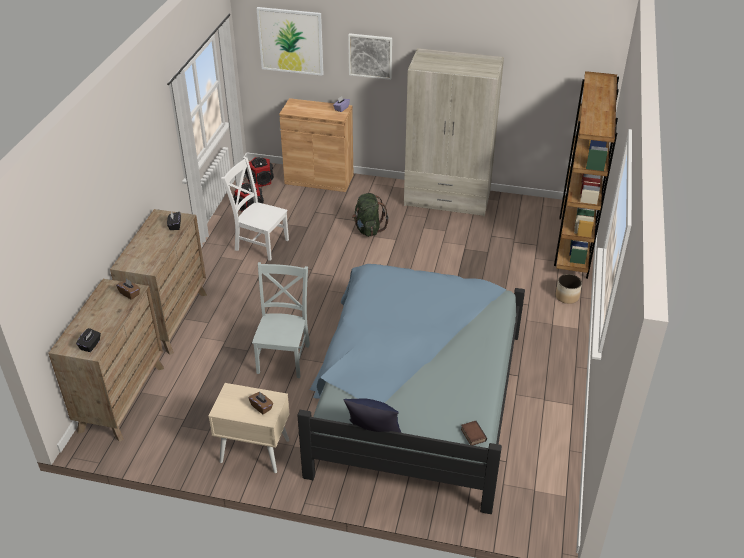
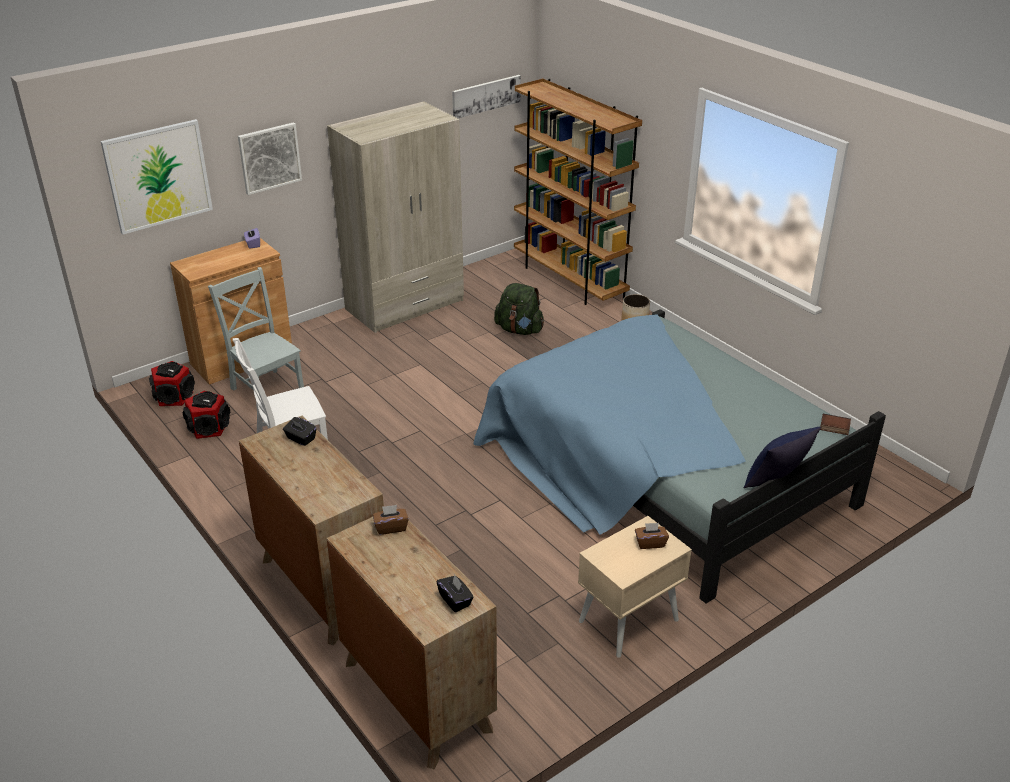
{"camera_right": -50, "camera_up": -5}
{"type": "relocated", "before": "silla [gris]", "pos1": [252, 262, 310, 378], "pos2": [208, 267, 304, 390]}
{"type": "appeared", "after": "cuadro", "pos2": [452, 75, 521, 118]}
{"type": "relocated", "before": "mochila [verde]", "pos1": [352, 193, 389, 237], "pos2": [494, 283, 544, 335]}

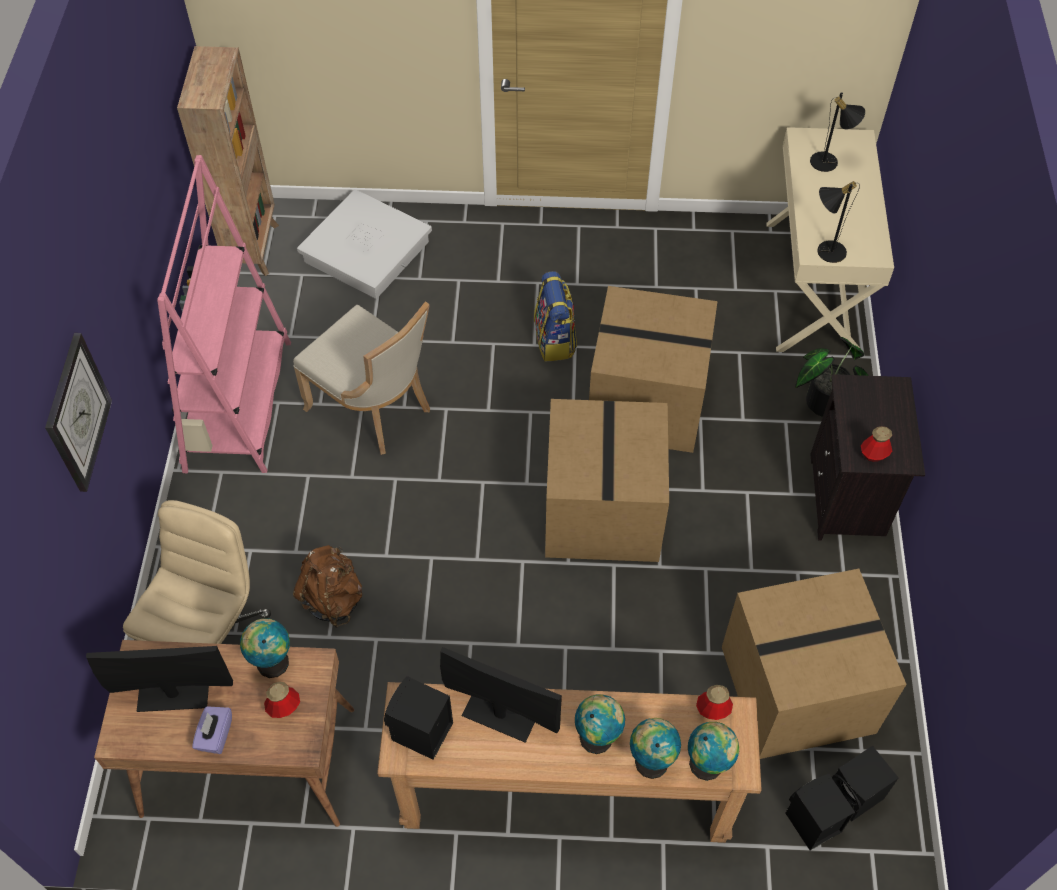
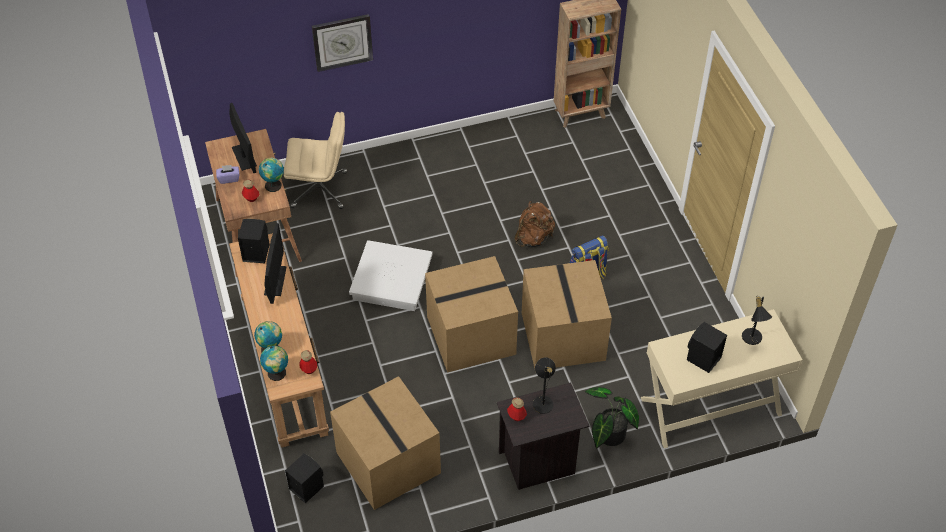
{"camera_right": 70, "camera_up": -5}
{"type": "relocated", "before": "caja de almacenaje [blanco]", "pos1": [297, 189, 432, 299], "pos2": [349, 240, 432, 311]}
{"type": "relocated", "before": "mochila [marrón]", "pos1": [293, 545, 362, 628], "pos2": [514, 201, 555, 247]}
{"type": "relocated", "before": "lámpara de mesa [negro]", "pos1": [817, 181, 860, 263], "pos2": [533, 357, 556, 414]}
{"type": "relocated", "before": "altavoz [negro]", "pos1": [832, 746, 899, 822], "pos2": [687, 322, 727, 373]}
{"type": "missing", "before": "estantería [rosa]", "pos1": [157, 155, 291, 474]}
{"type": "missing", "before": "silla [beis]", "pos1": [293, 301, 430, 455]}
{"type": "missing", "before": "globo terráqueo", "pos1": [575, 695, 625, 754]}

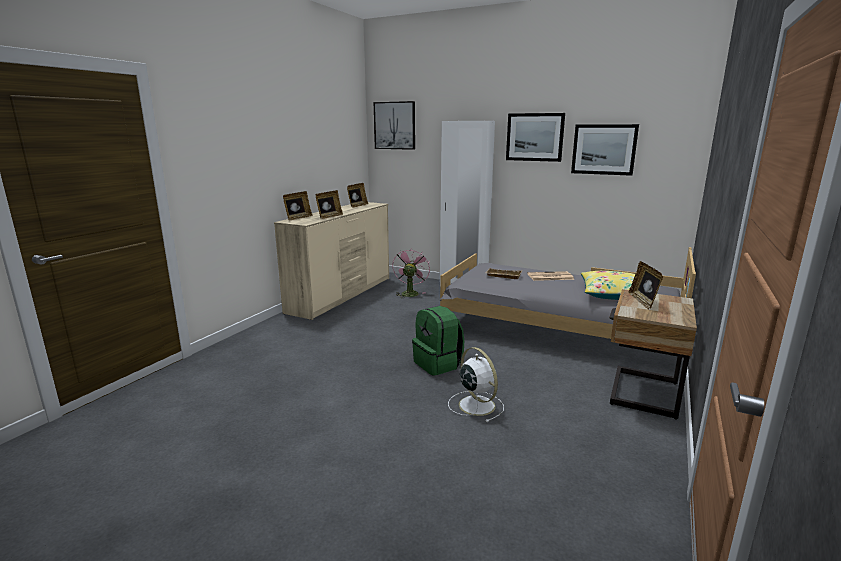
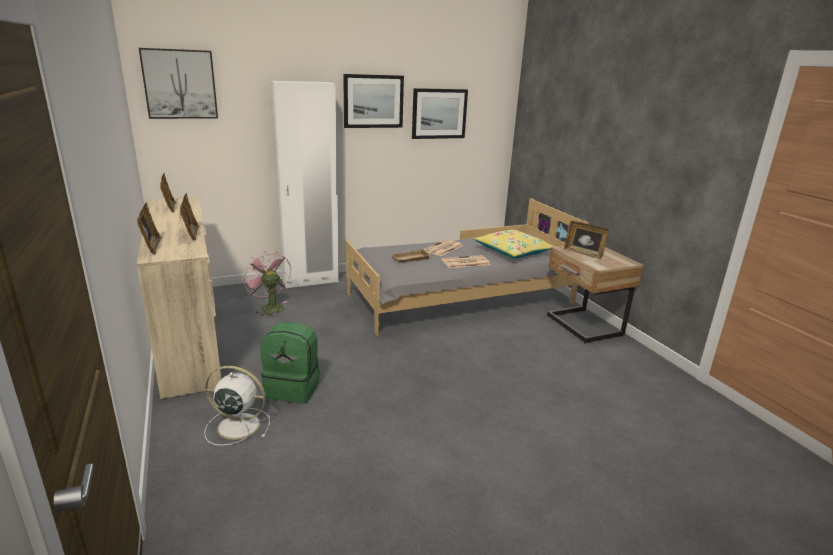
{"camera_right": -50, "camera_up": 5}
{"type": "relocated", "before": "ventilador [blanco]", "pos1": [448, 347, 504, 422], "pos2": [204, 366, 270, 446]}
{"type": "relocated", "before": "mochila [verde]", "pos1": [412, 306, 464, 376], "pos2": [260, 322, 320, 403]}
{"type": "appeared", "after": "periódico", "pos2": [441, 255, 490, 268]}

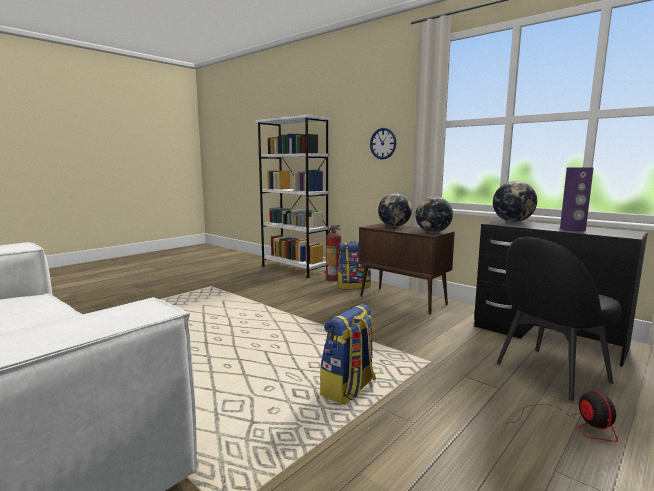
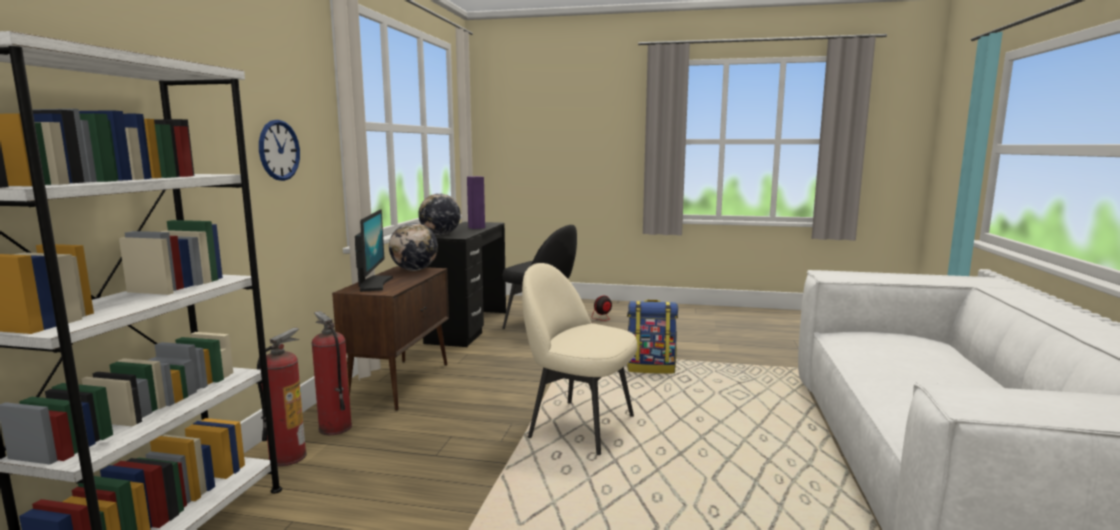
{"camera_right": -120, "camera_up": 0}
{"type": "exchanged", "before": "mochila", "after": "extintor", "pos1": [337, 241, 371, 289], "pos2": [311, 311, 352, 435]}
{"type": "exchanged", "before": "globo terráqueo", "after": "monitor", "pos1": [378, 193, 412, 227], "pos2": [355, 209, 393, 292]}
{"type": "appeared", "after": "silla [beis]", "pos2": [522, 263, 637, 455]}

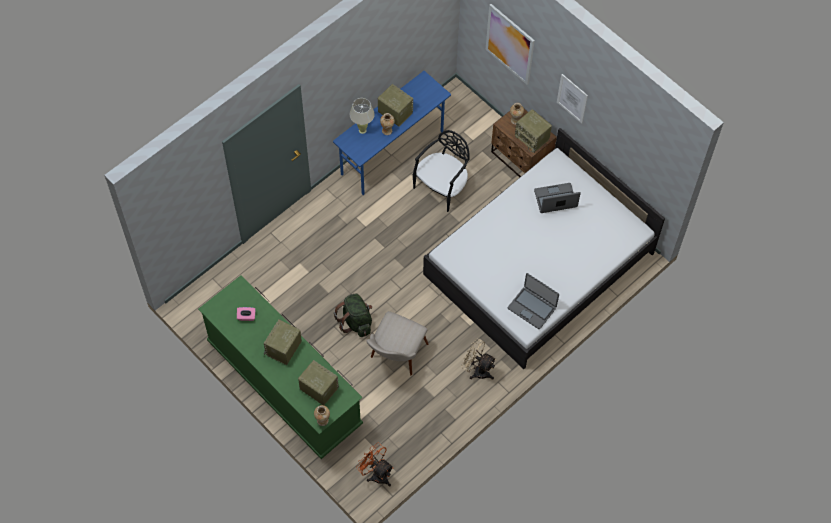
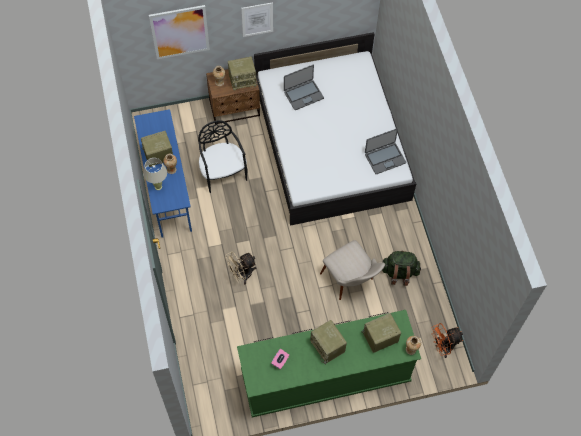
{"camera_right": -60, "camera_up": 0}
{"type": "relocated", "before": "ventilador [beis]", "pos1": [461, 338, 496, 380], "pos2": [225, 252, 257, 284]}
{"type": "spun", "before": "portátil", "pos1": [534, 183, 581, 213], "pos2": [284, 65, 324, 110], "turn": -135}
{"type": "relocated", "before": "mochila [verde]", "pos1": [334, 293, 372, 337], "pos2": [382, 251, 421, 286]}

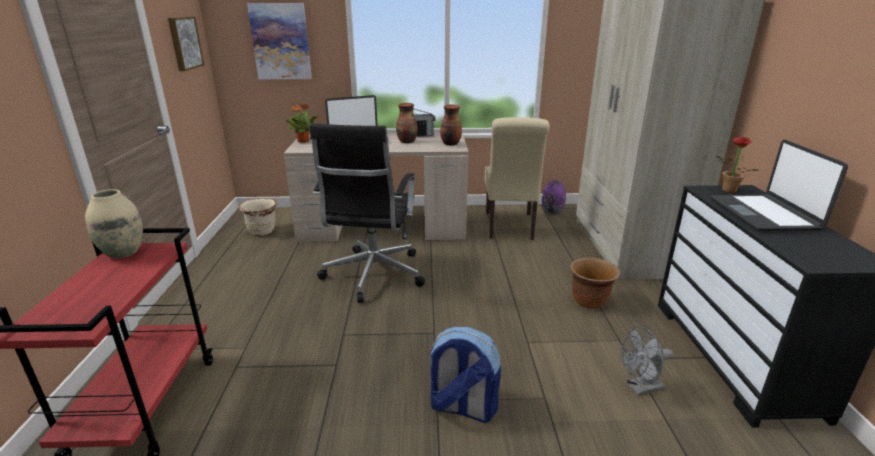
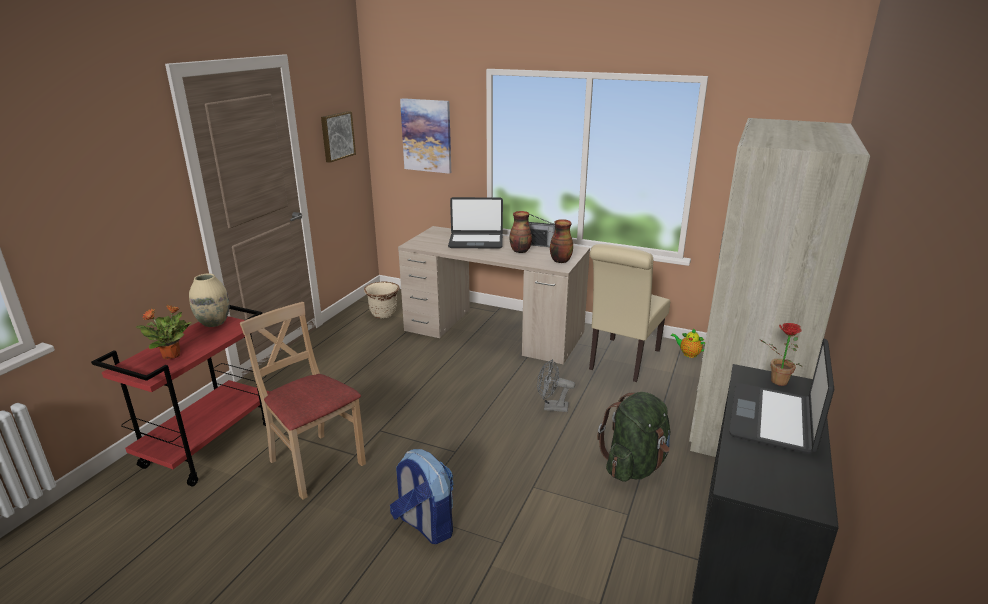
{"camera_right": 25, "camera_up": 0}
{"type": "relocated", "before": "planta en maceta", "pos1": [285, 104, 318, 143], "pos2": [135, 305, 191, 360]}
{"type": "appeared", "after": "silla [beis]", "pos2": [240, 302, 366, 499]}
{"type": "relocated", "before": "ventilador [gris]", "pos1": [621, 327, 673, 396], "pos2": [537, 359, 575, 412]}
{"type": "exchanged", "before": "maceta [marrón]", "after": "mochila [verde]", "pos1": [570, 257, 621, 309], "pos2": [597, 392, 671, 482]}
{"type": "exchanged", "before": "florero [morado]", "after": "tetera", "pos1": [542, 180, 566, 215], "pos2": [671, 328, 705, 358]}
{"type": "missing", "before": "silla de oficina [negro]", "pos1": [310, 123, 425, 303]}

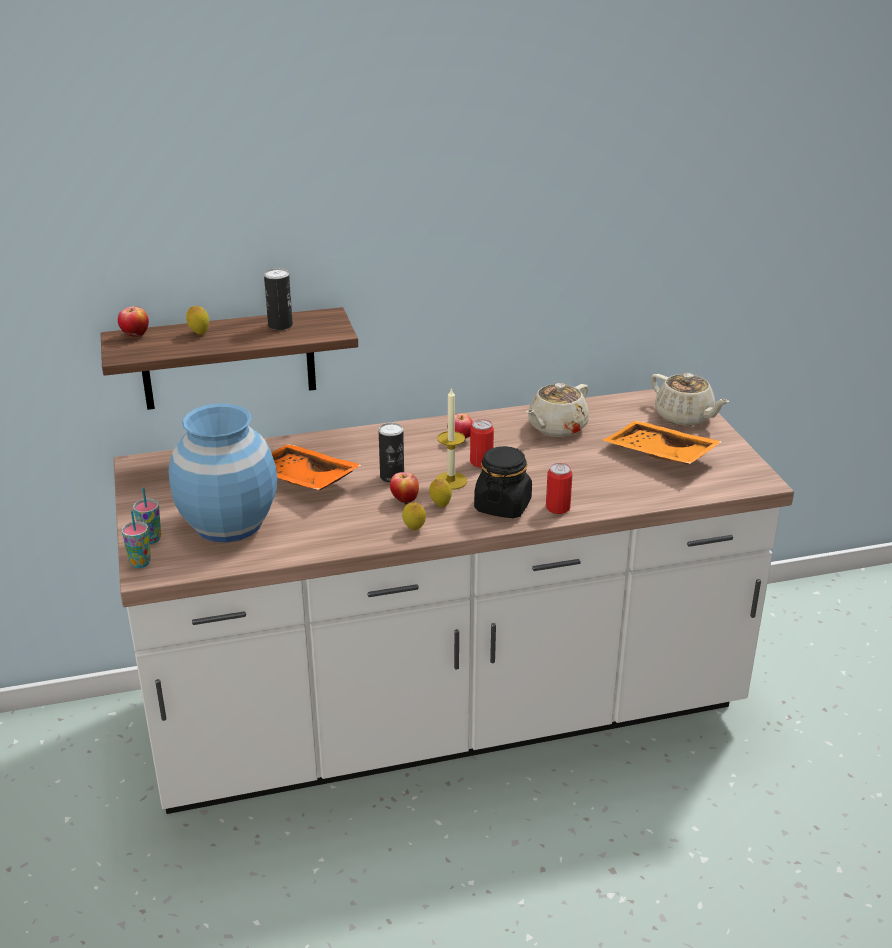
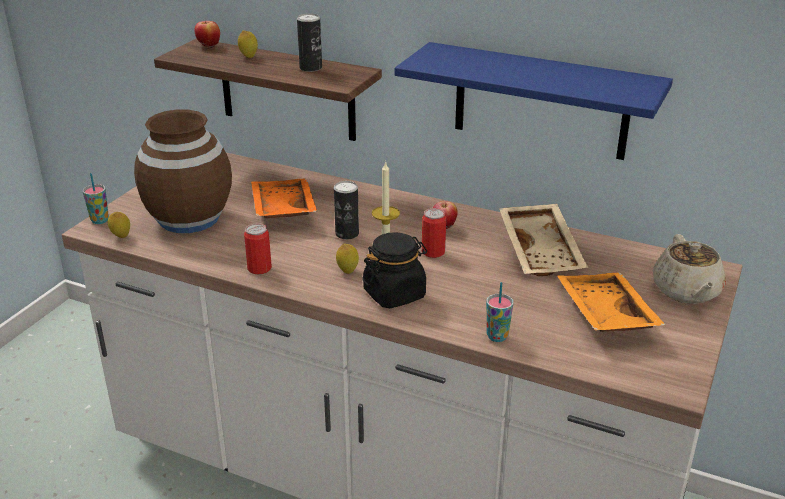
{"camera_right": 40, "camera_up": 0}
{"type": "relocated", "before": "limón", "pos1": [402, 502, 426, 530], "pos2": [108, 212, 130, 238]}
{"type": "colour", "before": "florero [azul]", "after": "florero [marrón]", "pos1": [169, 403, 277, 542], "pos2": [134, 110, 232, 233]}
{"type": "relocated", "before": "lata", "pos1": [546, 463, 573, 514], "pos2": [244, 223, 272, 274]}
{"type": "appeared", "after": "estante [azul]", "pos2": [395, 42, 673, 160]}
{"type": "relocated", "before": "taza", "pos1": [133, 488, 161, 544], "pos2": [486, 282, 514, 342]}
{"type": "exchanged", "before": "tetera [beis]", "after": "bandeja [beis]", "pos1": [526, 383, 589, 437], "pos2": [499, 204, 588, 276]}
{"type": "missing", "before": "manzana", "pos1": [390, 472, 419, 504]}

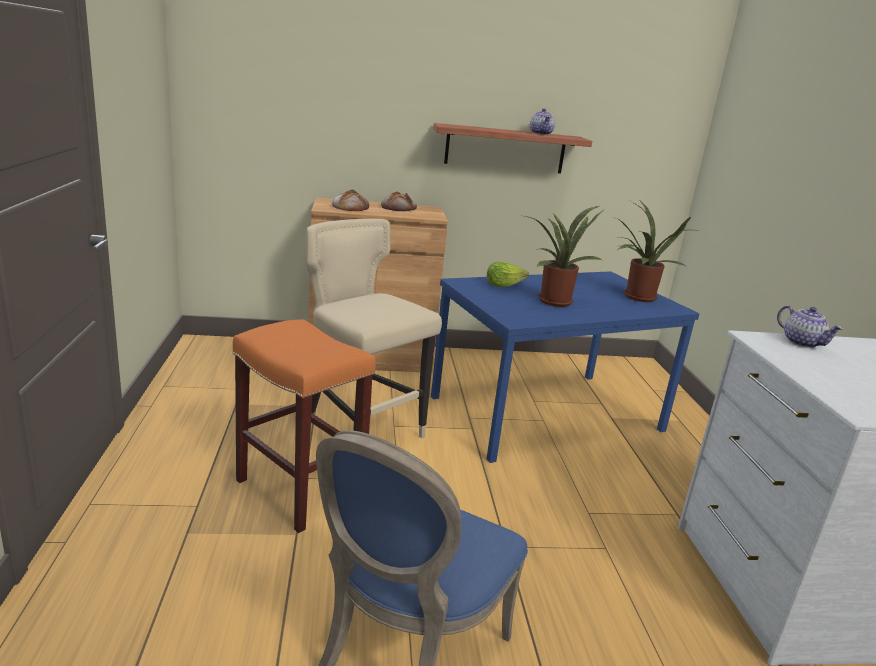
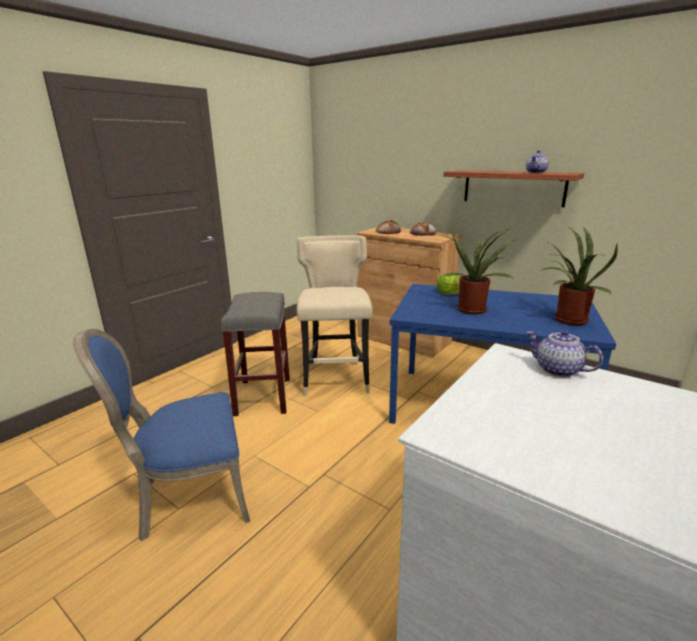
{"camera_right": 45, "camera_up": 0}
{"type": "colour", "before": "taburete [naranja]", "after": "taburete [gris]", "pos1": [233, 319, 376, 533], "pos2": [221, 292, 290, 416]}
{"type": "spun", "before": "tetera", "pos1": [777, 305, 843, 348], "pos2": [526, 330, 603, 377], "turn": 120}

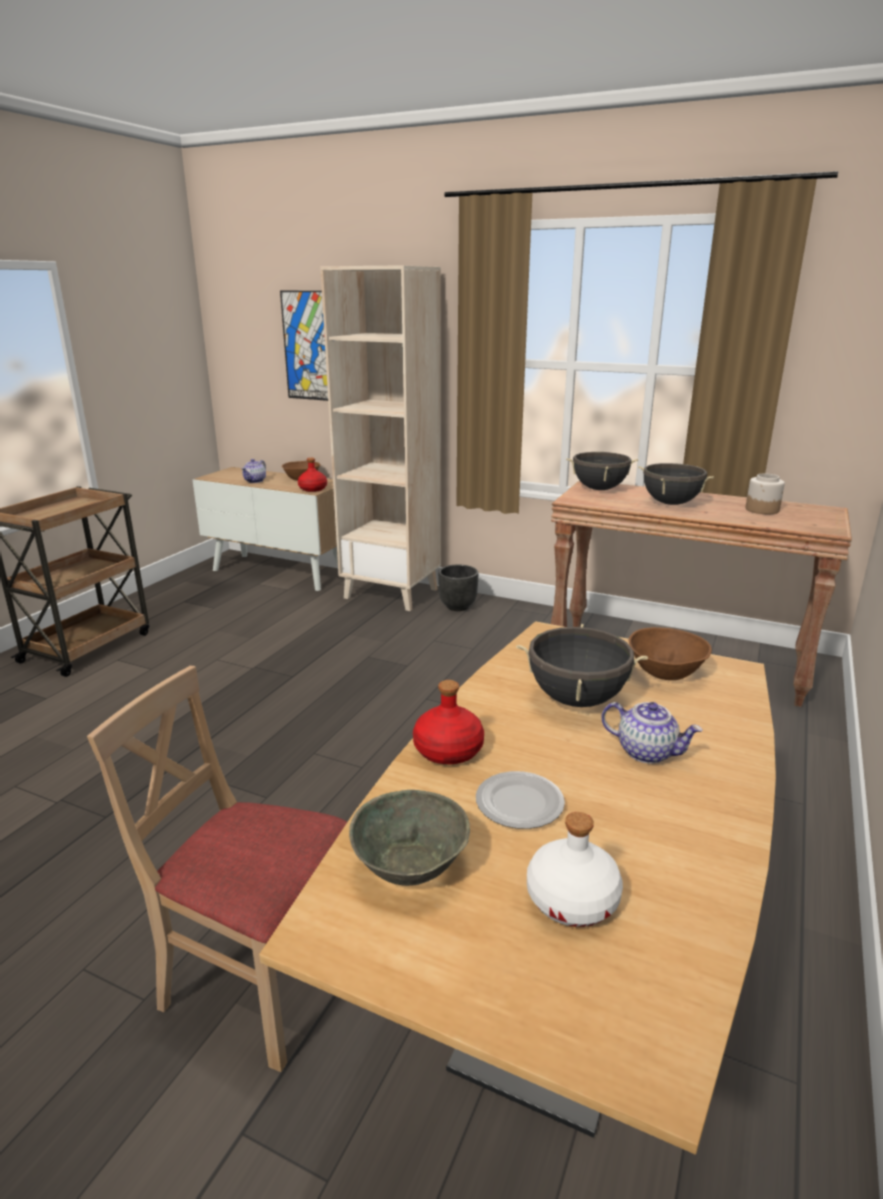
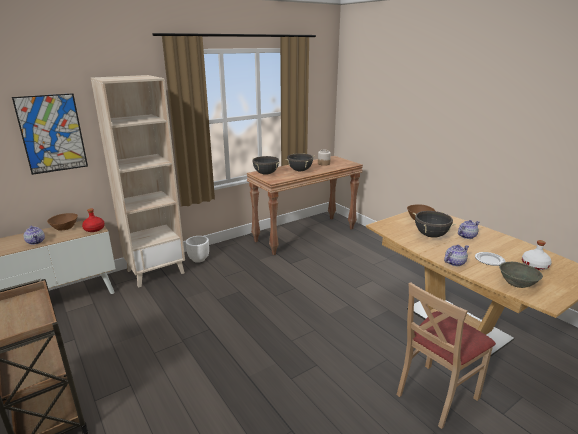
{"camera_right": -60, "camera_up": 0}
{"type": "colour", "before": "maceta [negro]", "after": "maceta [blanco]", "pos1": [438, 565, 478, 611], "pos2": [186, 236, 209, 263]}
{"type": "exchanged", "before": "botella [rojo]", "after": "tetera", "pos1": [413, 680, 484, 764], "pos2": [444, 245, 469, 266]}

